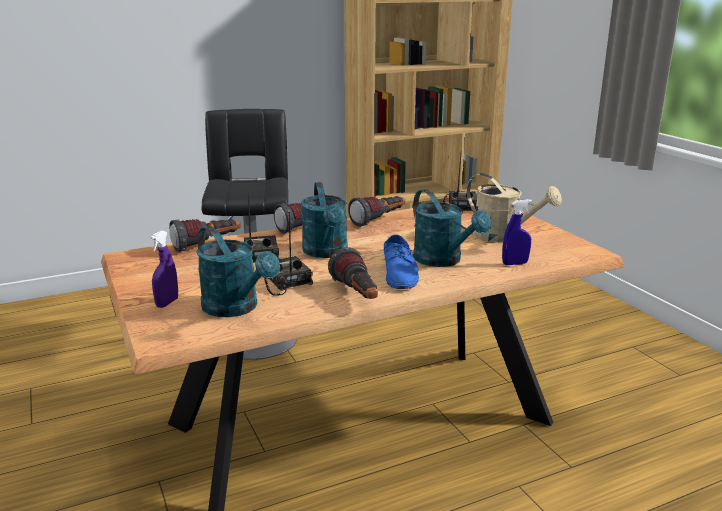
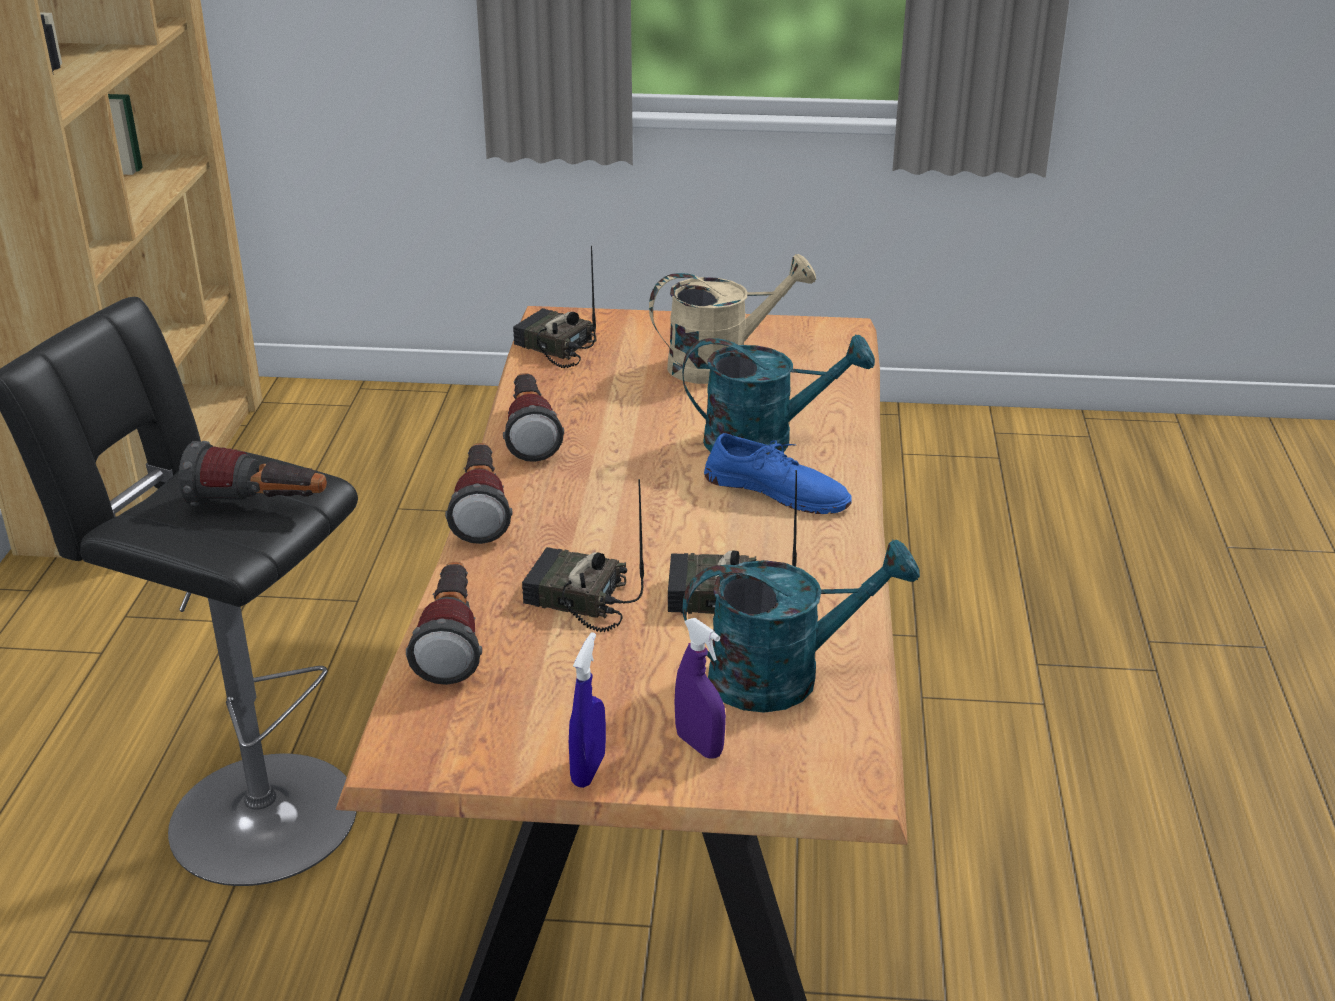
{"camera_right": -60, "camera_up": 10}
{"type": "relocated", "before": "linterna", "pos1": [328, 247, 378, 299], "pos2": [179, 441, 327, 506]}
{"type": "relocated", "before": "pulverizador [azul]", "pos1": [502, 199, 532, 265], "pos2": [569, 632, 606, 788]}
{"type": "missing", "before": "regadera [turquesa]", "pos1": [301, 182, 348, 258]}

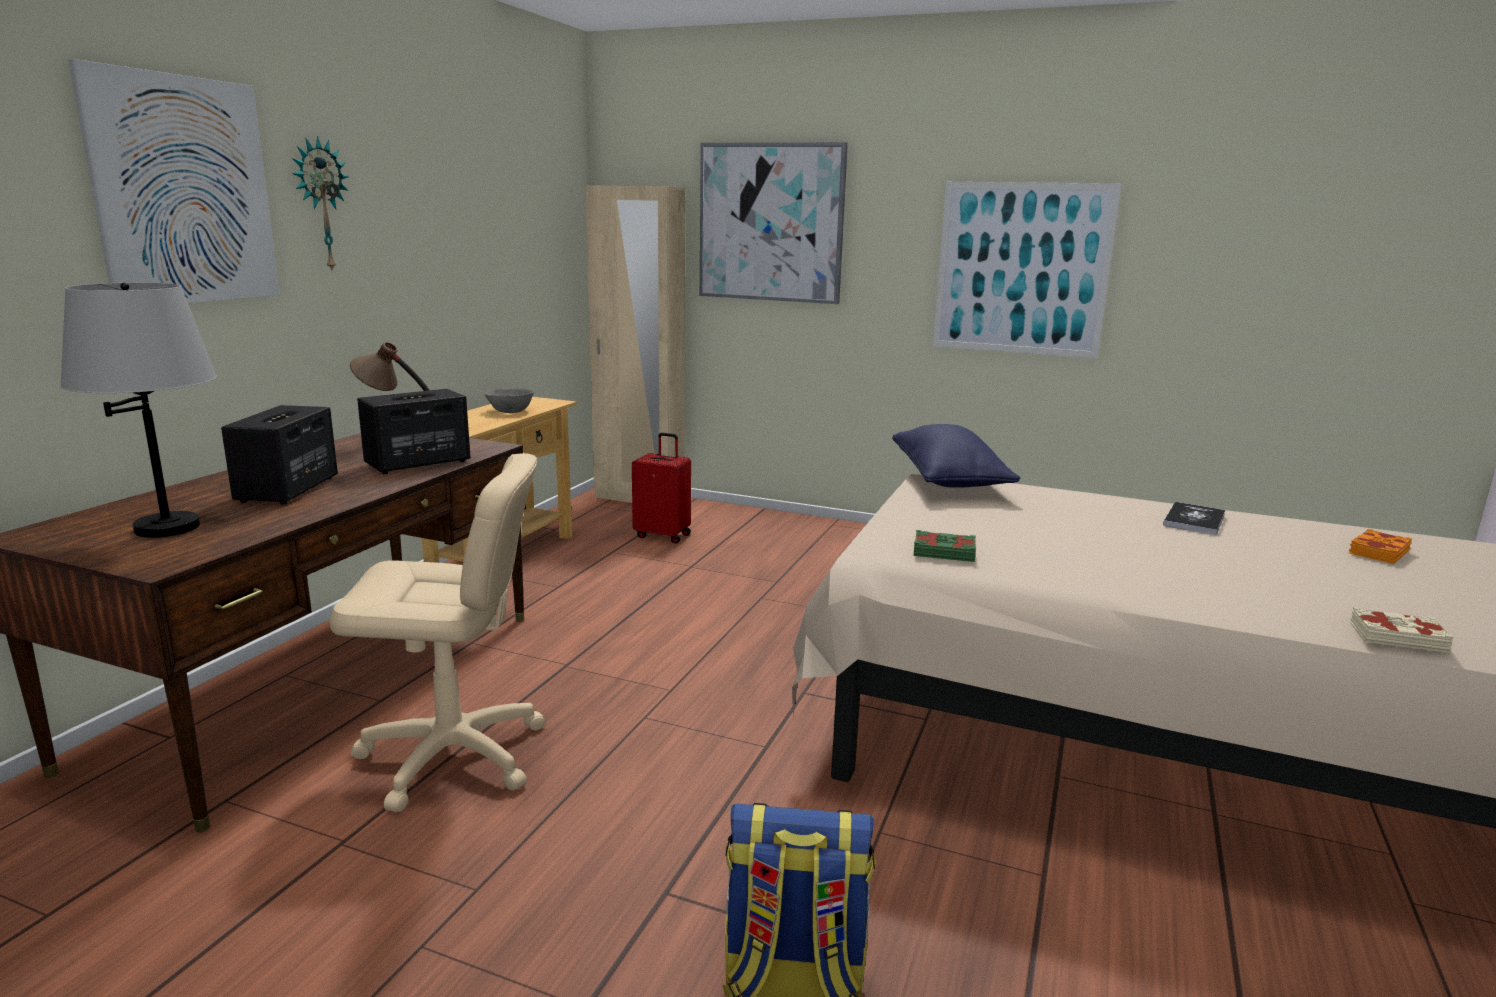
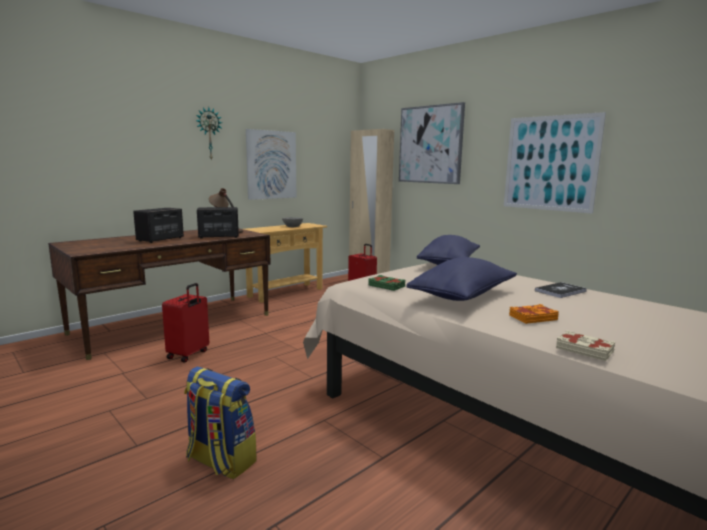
{"camera_right": 25, "camera_up": -5}
{"type": "exchanged", "before": "silla de oficina [beis]", "after": "maleta [rojo]", "pos1": [330, 453, 546, 812], "pos2": [162, 283, 209, 362]}
{"type": "relocated", "before": "cuadro", "pos1": [68, 59, 280, 303], "pos2": [246, 129, 296, 200]}
{"type": "appeared", "after": "cojín [azul]", "pos2": [406, 257, 517, 301]}
{"type": "relocated", "before": "libro [naranja]", "pos1": [1349, 529, 1412, 564], "pos2": [509, 304, 559, 324]}
{"type": "missing", "before": "lámpara de mesa [gris]", "pos1": [60, 283, 217, 538]}

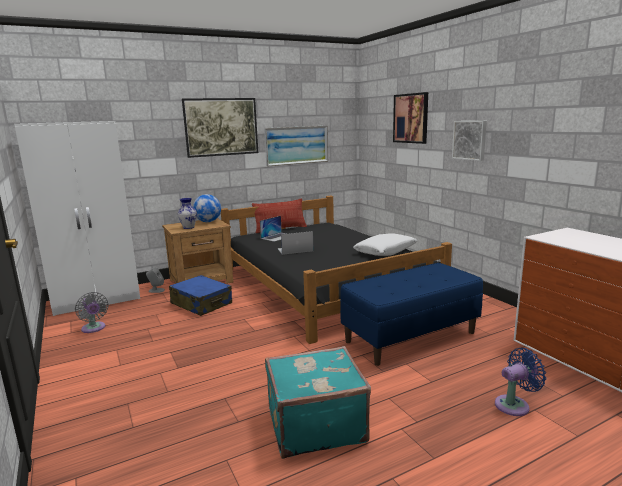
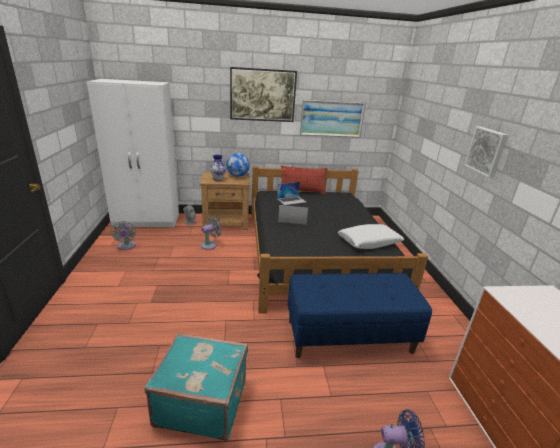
{"camera_right": 20, "camera_up": 10}
{"type": "exchanged", "before": "maleta [azul]", "after": "ventilador [gris]", "pos1": [169, 275, 232, 316], "pos2": [200, 216, 222, 250]}
{"type": "missing", "before": "cuadro", "pos1": [393, 92, 428, 144]}

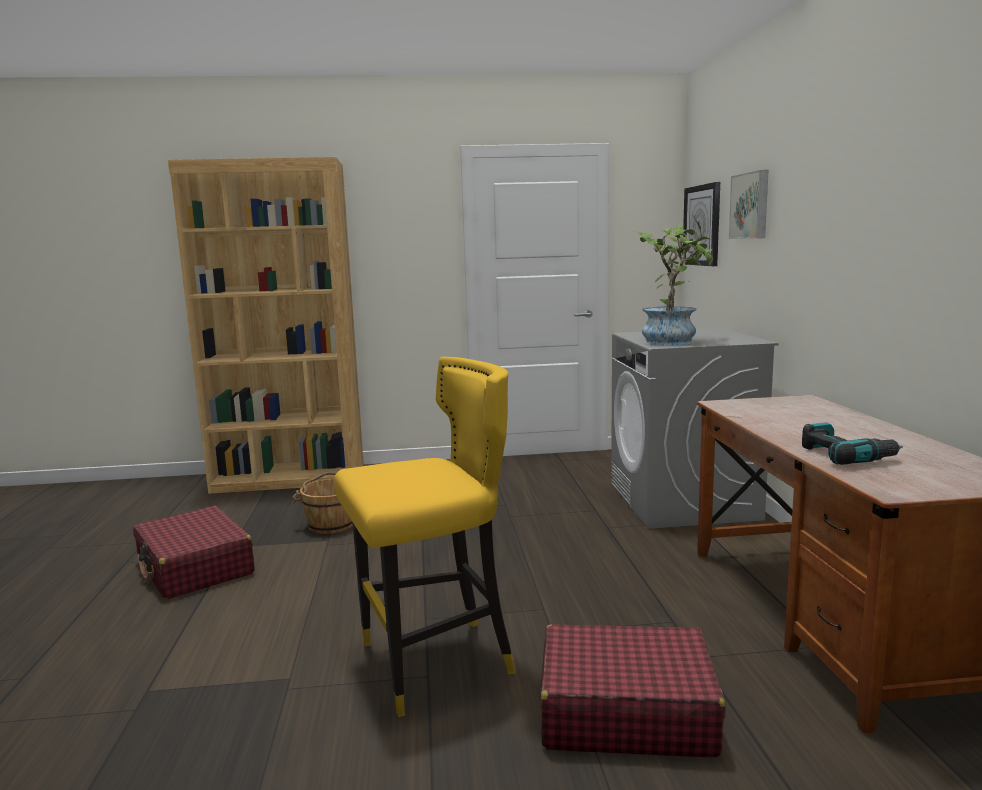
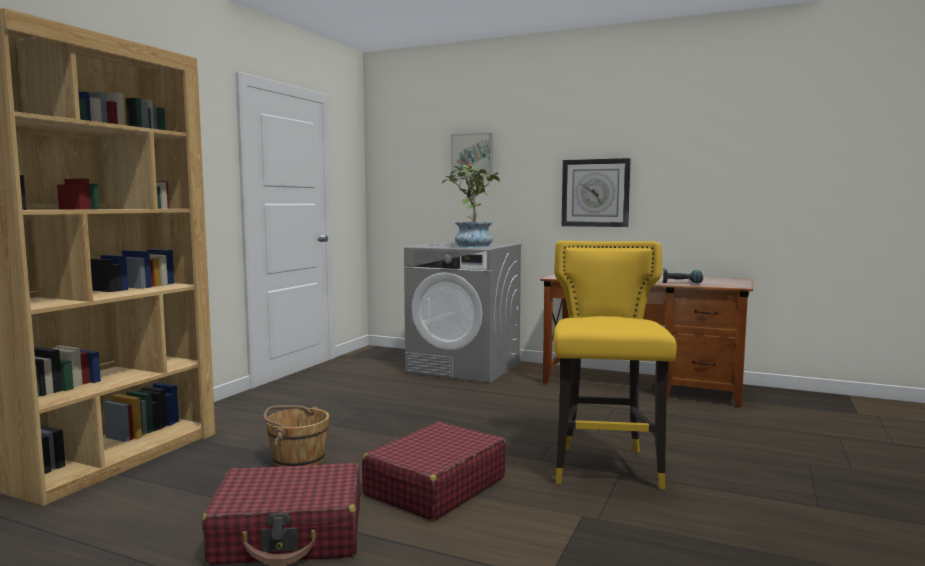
{"camera_right": -60, "camera_up": -5}
{"type": "relocated", "before": "maleta [rojo]", "pos1": [541, 624, 725, 757], "pos2": [362, 421, 506, 521]}
{"type": "relocated", "before": "reloj de pared", "pos1": [683, 182, 720, 266], "pos2": [562, 158, 631, 227]}

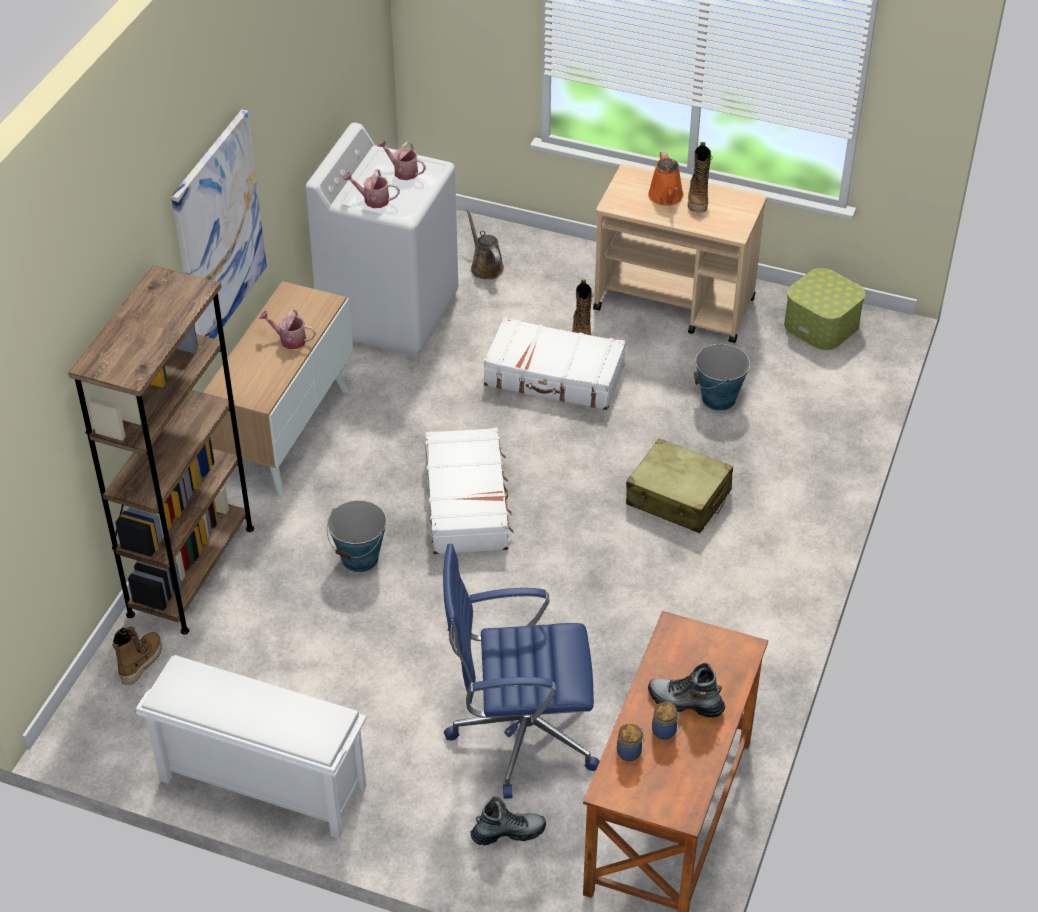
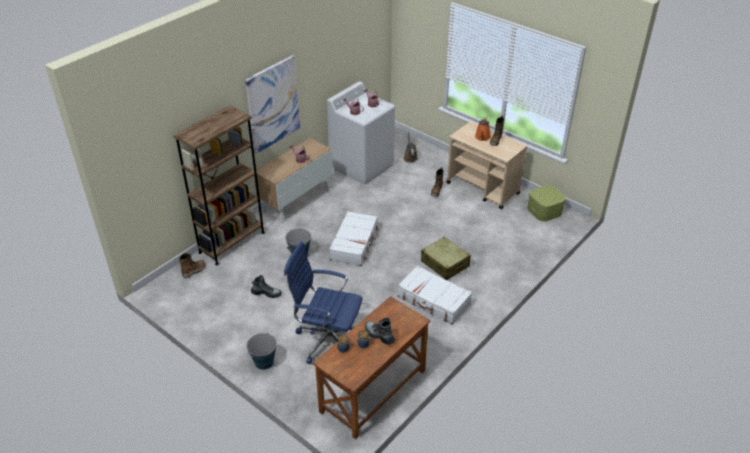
{"camera_right": 20, "camera_up": -5}
{"type": "relocated", "before": "cubo", "pos1": [694, 342, 750, 411], "pos2": [247, 333, 277, 370]}
{"type": "relocated", "before": "bota", "pos1": [470, 796, 546, 845], "pos2": [251, 275, 282, 298]}
{"type": "relocated", "before": "maleta [blanco]", "pos1": [483, 317, 626, 410], "pos2": [398, 265, 472, 325]}
{"type": "missing", "before": "zapatero [blanco]", "pos1": [136, 655, 367, 839]}

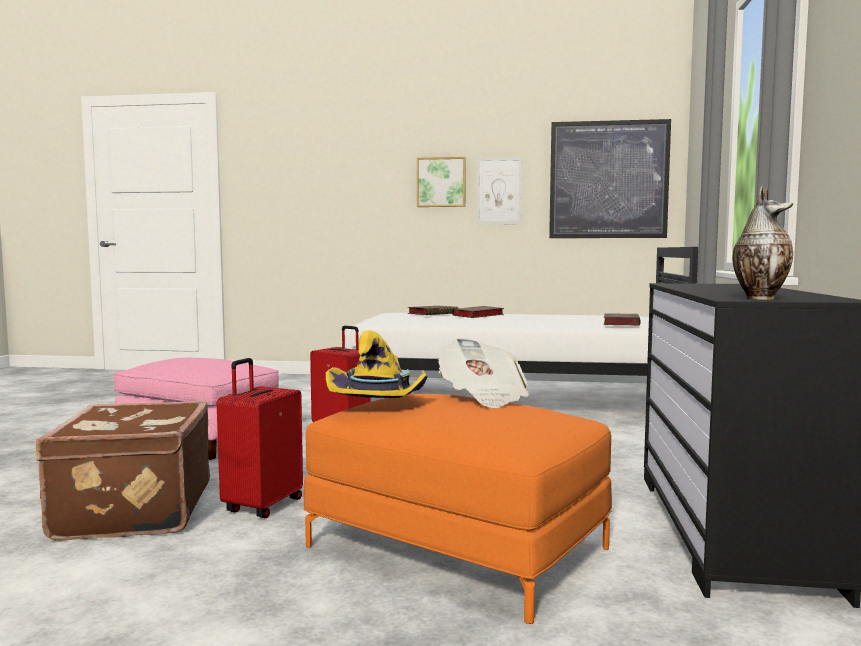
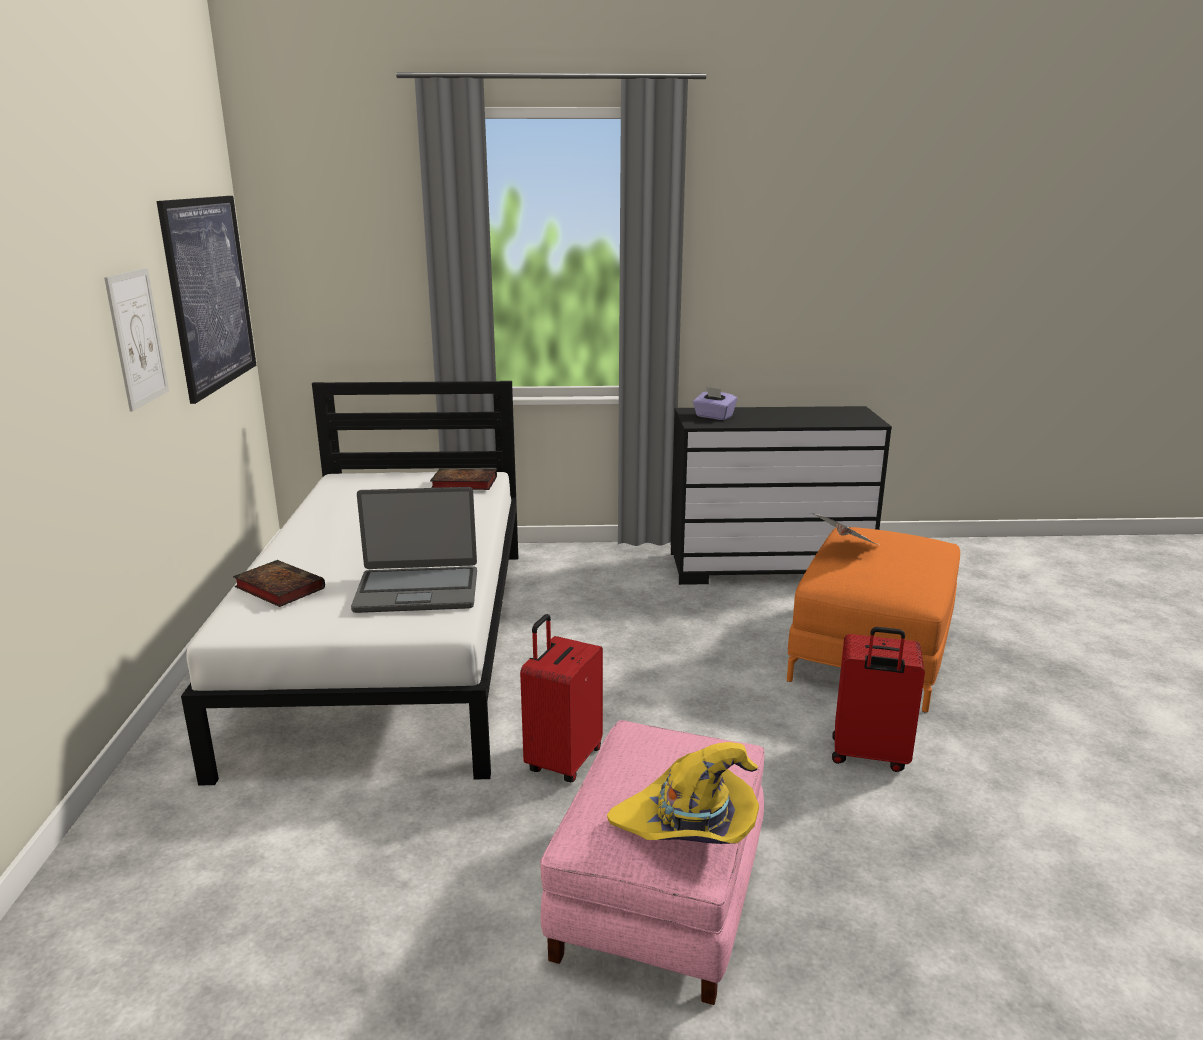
{"camera_right": -100, "camera_up": 15}
{"type": "appeared", "after": "portátil", "pos2": [351, 487, 477, 613]}
{"type": "relocated", "before": "sombrero [amarillo]", "pos1": [326, 330, 427, 398], "pos2": [607, 742, 759, 844]}
{"type": "appeared", "after": "caja de pañuelos [morado]", "pos2": [693, 387, 737, 420]}
{"type": "missing", "before": "maleta [marrón]", "pos1": [36, 401, 210, 541]}
{"type": "missing", "before": "cuadro", "pos1": [417, 157, 466, 207]}
{"type": "missing", "before": "libro", "pos1": [452, 306, 504, 318]}
{"type": "missing", "before": "florero", "pos1": [733, 186, 793, 300]}

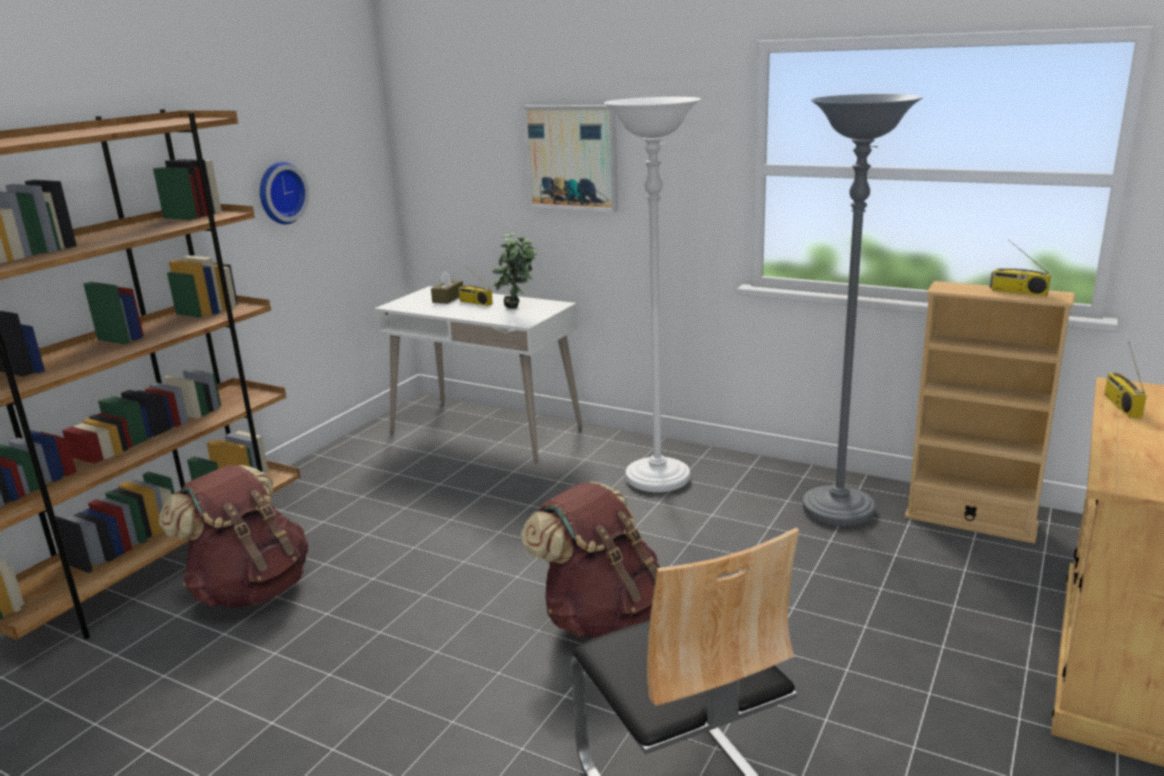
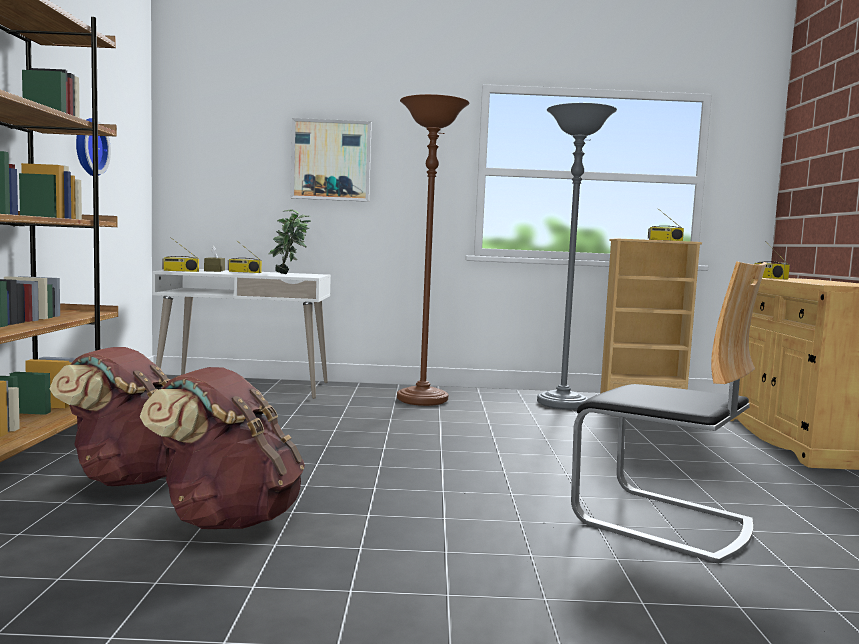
{"camera_right": -30, "camera_up": -15}
{"type": "relocated", "before": "mochila [marrón]", "pos1": [521, 481, 660, 638], "pos2": [140, 367, 305, 529]}
{"type": "appeared", "after": "radio", "pos2": [162, 237, 199, 272]}
{"type": "colour", "before": "lámpara de pie [blanco]", "after": "lámpara de pie [marrón]", "pos1": [604, 97, 701, 493], "pos2": [397, 94, 470, 406]}

